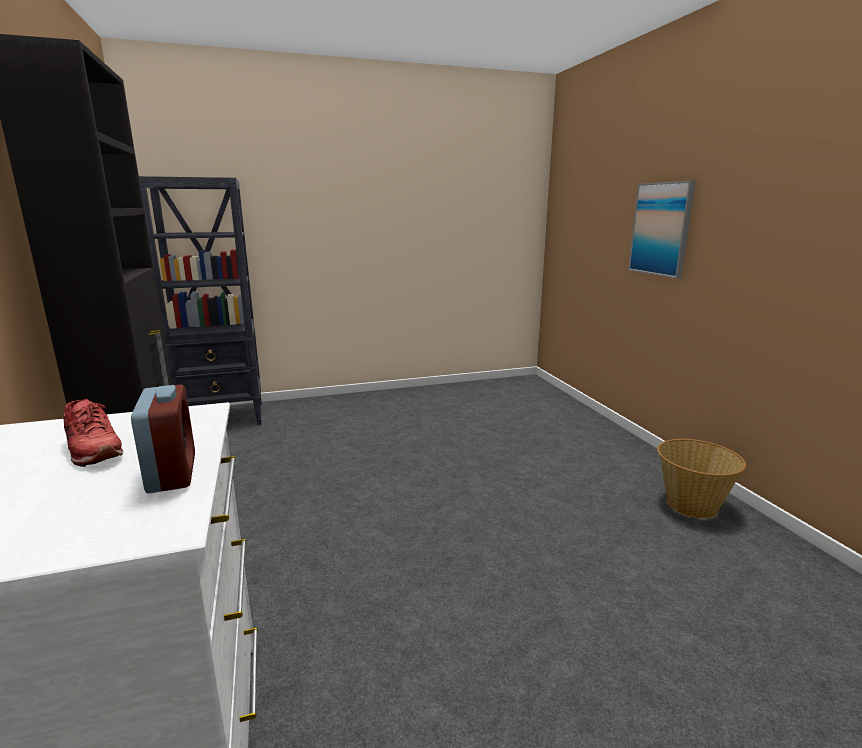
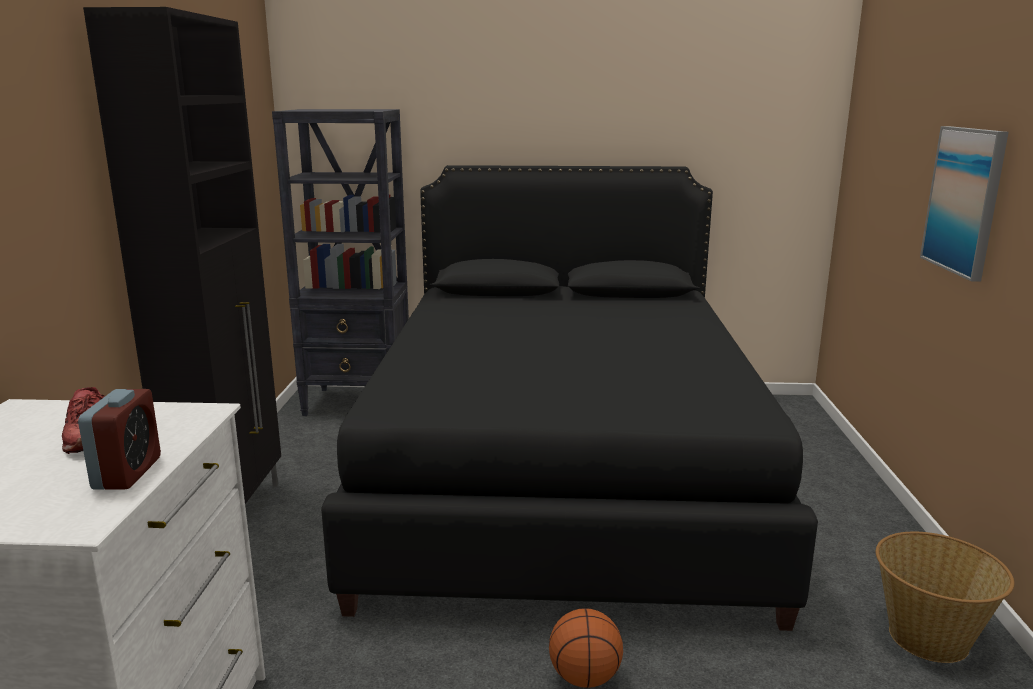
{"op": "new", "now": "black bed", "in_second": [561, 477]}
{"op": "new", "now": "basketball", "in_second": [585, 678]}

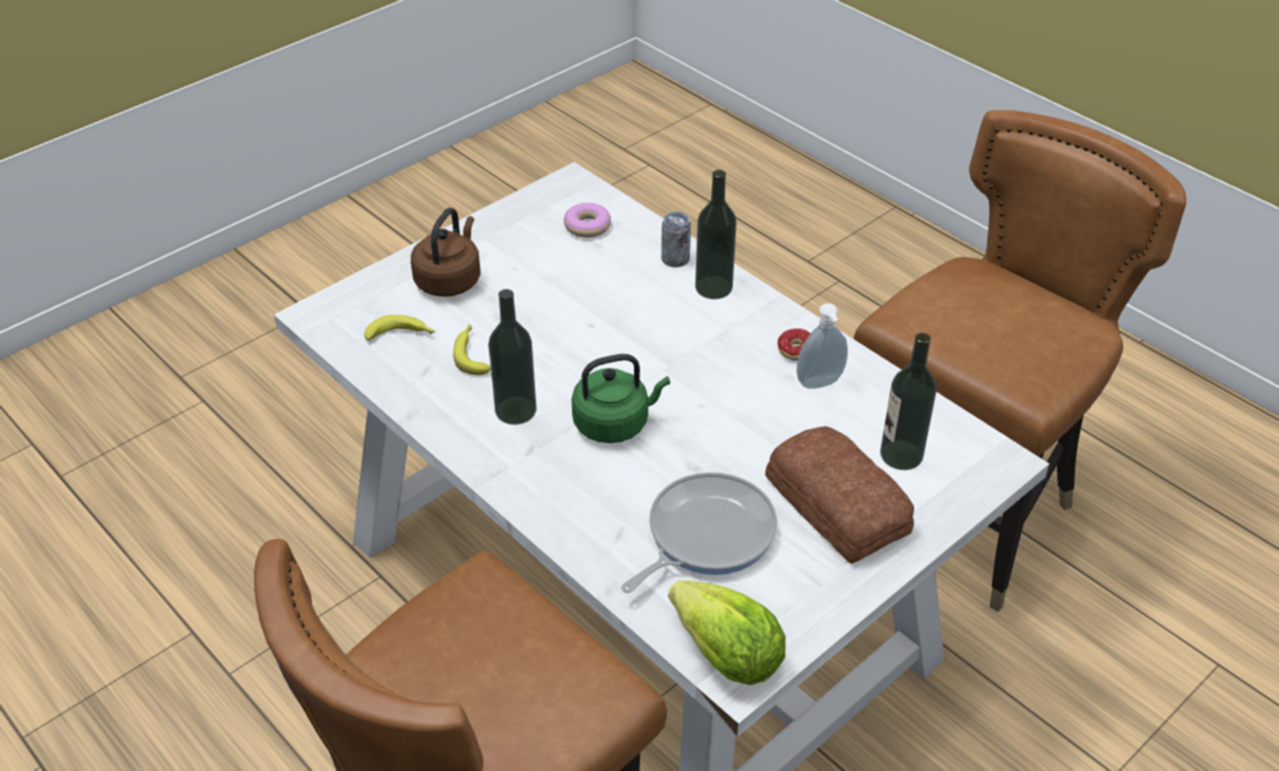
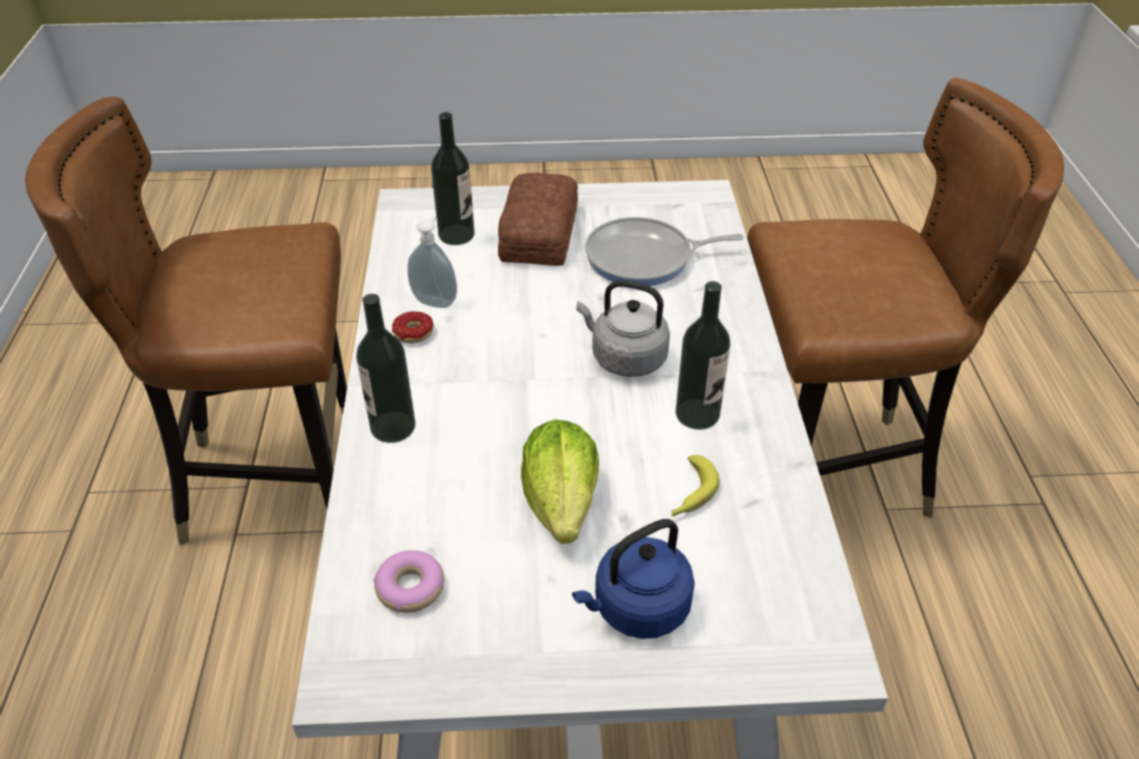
{"op": "shifted", "was": "lettuce", "in_first": [726, 656], "in_second": [561, 503]}
{"op": "repainted", "was": "brown kettle", "now": "blue kettle", "in_first": [450, 280], "in_second": [637, 609]}
{"op": "repainted", "was": "green kettle", "now": "grey kettle", "in_first": [615, 423], "in_second": [625, 358]}
{"op": "gone", "was": "banana", "in_first": [402, 335]}
{"op": "gone", "was": "can", "in_first": [675, 259]}

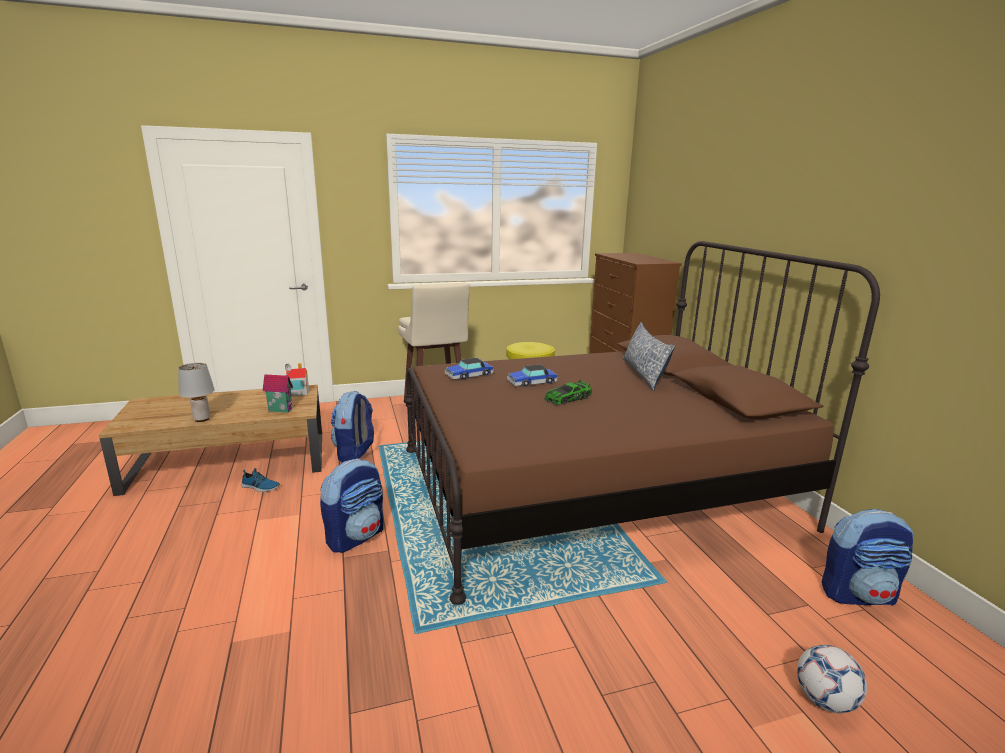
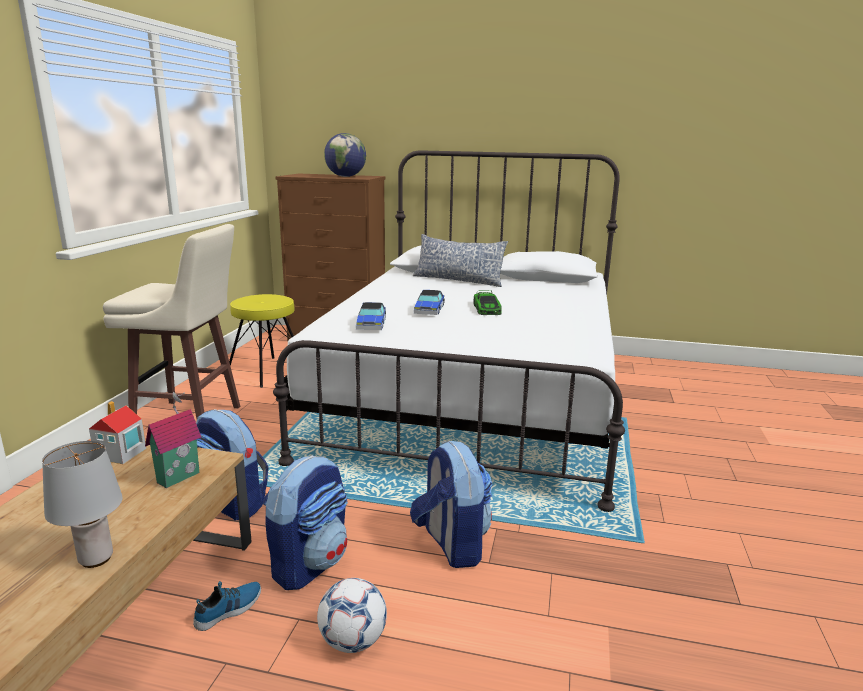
{"op": "shifted", "was": "backpack", "in_first": [858, 594], "in_second": [310, 564]}
{"op": "repainted", "was": "brown bed", "now": "white bed", "in_first": [592, 486], "in_second": [473, 399]}
{"op": "shifted", "was": "football", "in_first": [824, 700], "in_second": [353, 641]}
{"op": "new", "now": "globe", "in_second": [345, 176]}

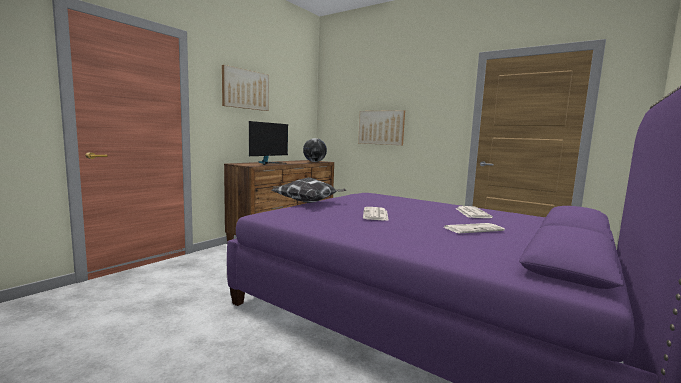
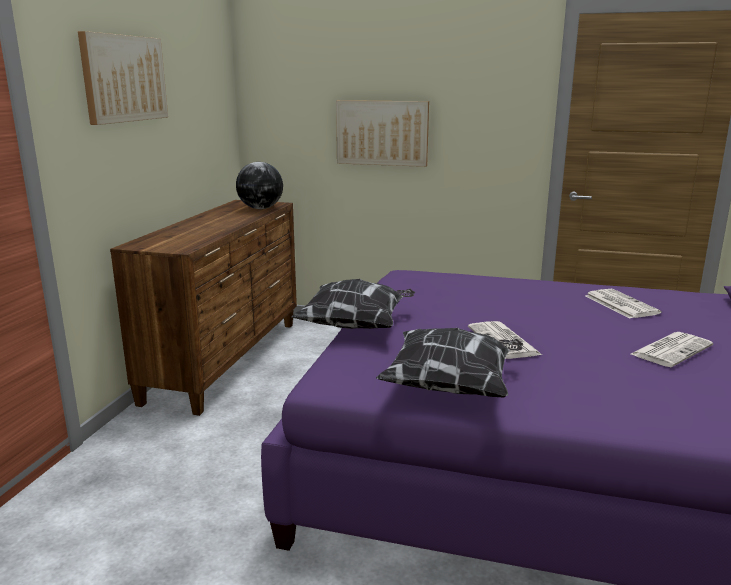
{"op": "new", "now": "pillow", "in_second": [452, 386]}
{"op": "gone", "was": "monitor", "in_first": [268, 163]}

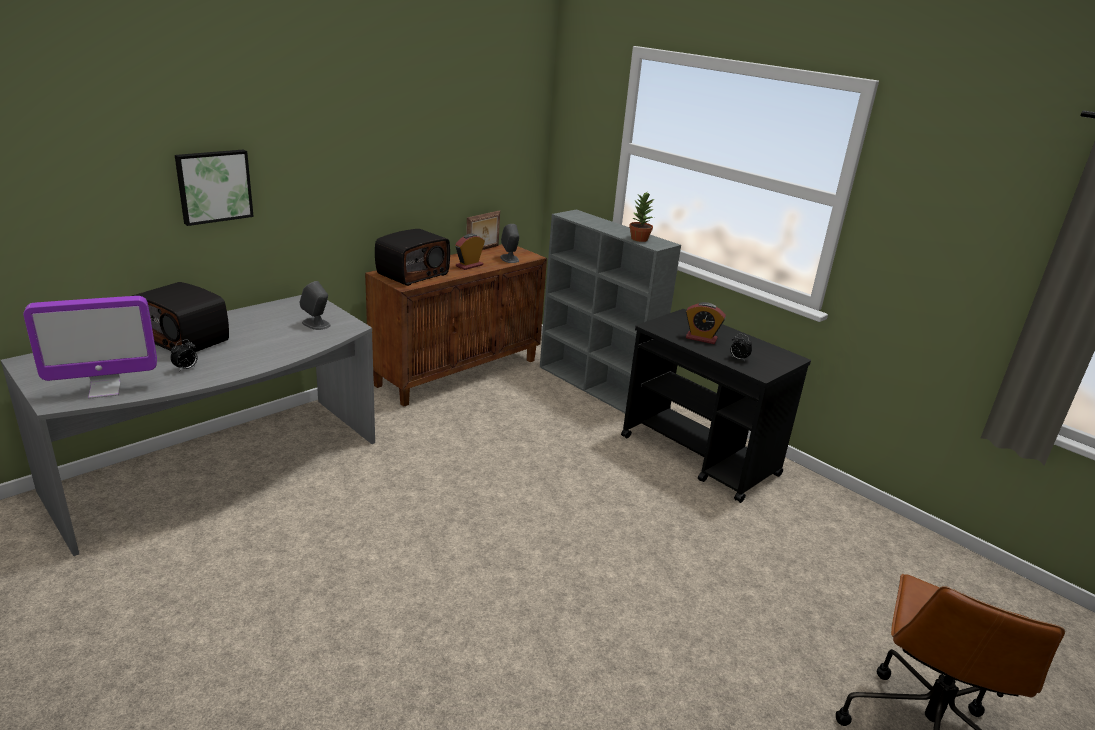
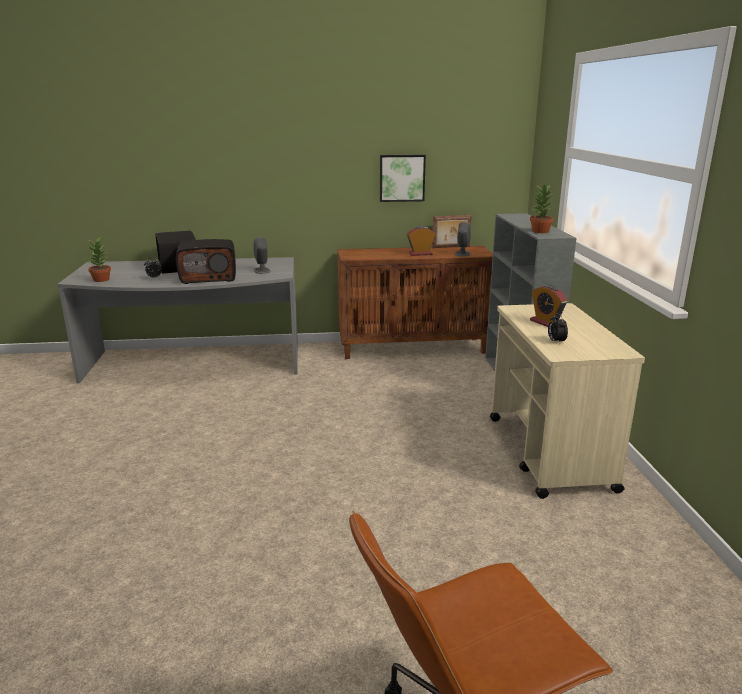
{"op": "swapped", "was": "monitor", "now": "potted plant", "in_first": [105, 390], "in_second": [102, 280]}
{"op": "shifted", "was": "radio", "in_first": [412, 274], "in_second": [209, 277]}
{"op": "shifted", "was": "picture", "in_first": [214, 186], "in_second": [402, 178]}
{"op": "repainted", "was": "black cart", "now": "beige cart", "in_first": [700, 456], "in_second": [549, 453]}

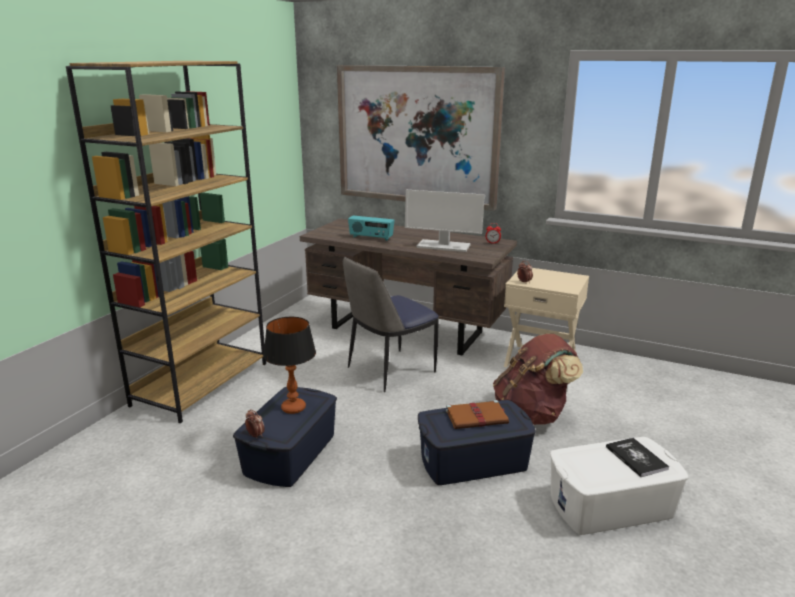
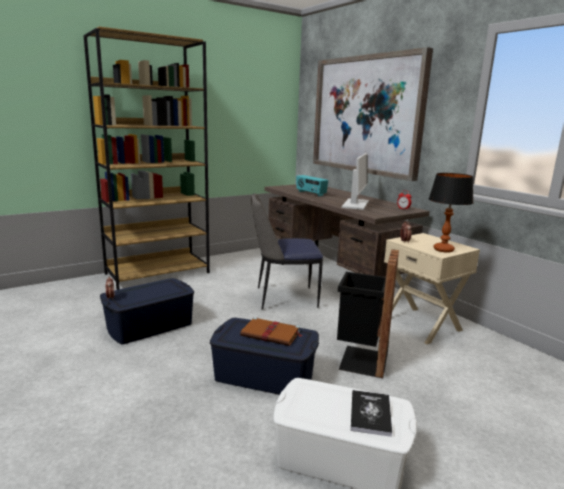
{"op": "swapped", "was": "brown backpack", "now": "black trash can", "in_first": [532, 415], "in_second": [360, 360]}
{"op": "rotated", "was": "monitor", "in_first": [443, 246], "in_second": [355, 204], "clockwise": -120}
{"op": "shifted", "was": "table lamp", "in_first": [293, 408], "in_second": [443, 250]}

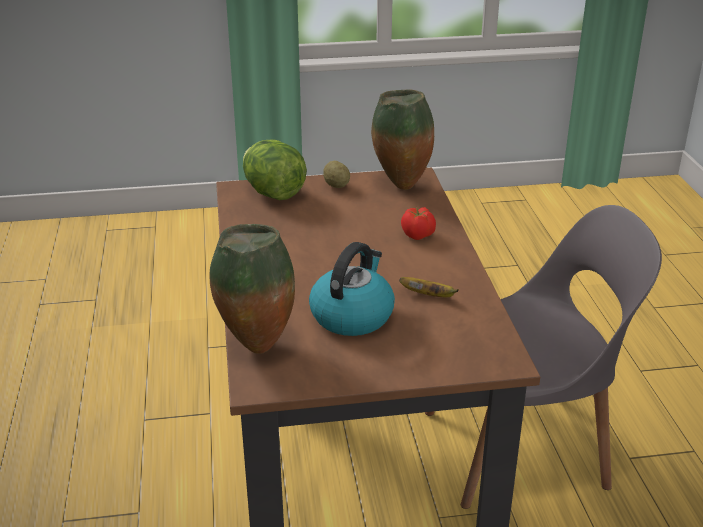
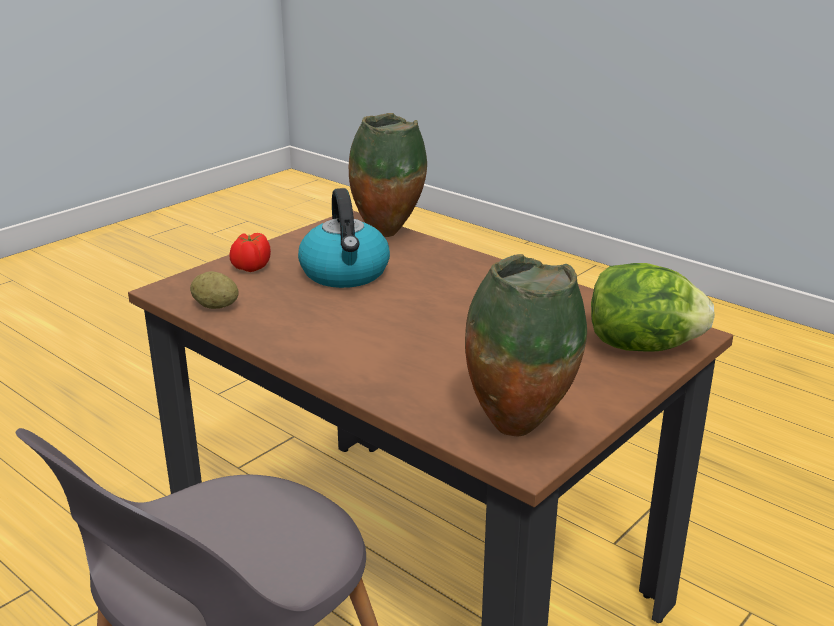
{"op": "shifted", "was": "potato", "in_first": [336, 185], "in_second": [216, 307]}
{"op": "shifted", "was": "tomato", "in_first": [418, 235], "in_second": [251, 268]}
{"op": "gone", "was": "banana", "in_first": [429, 296]}

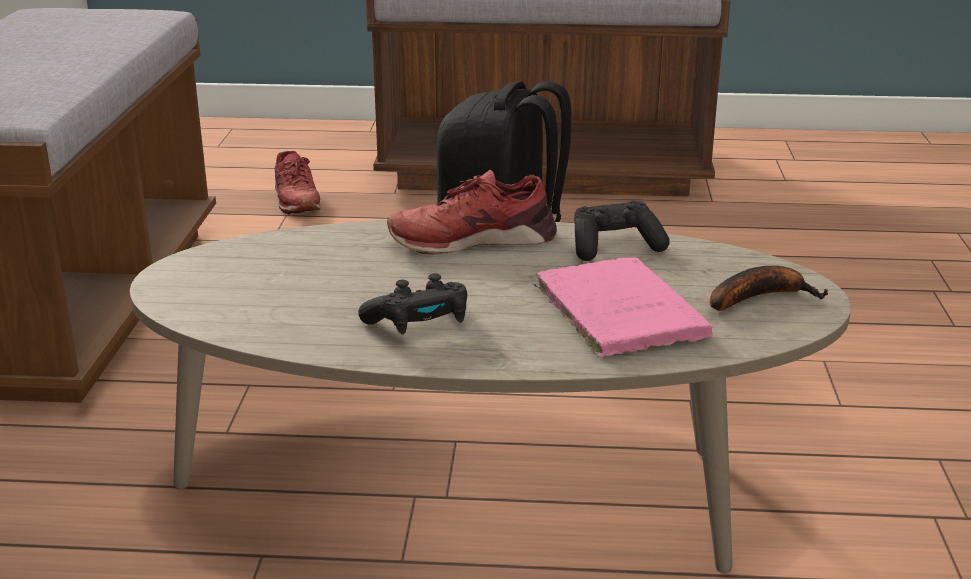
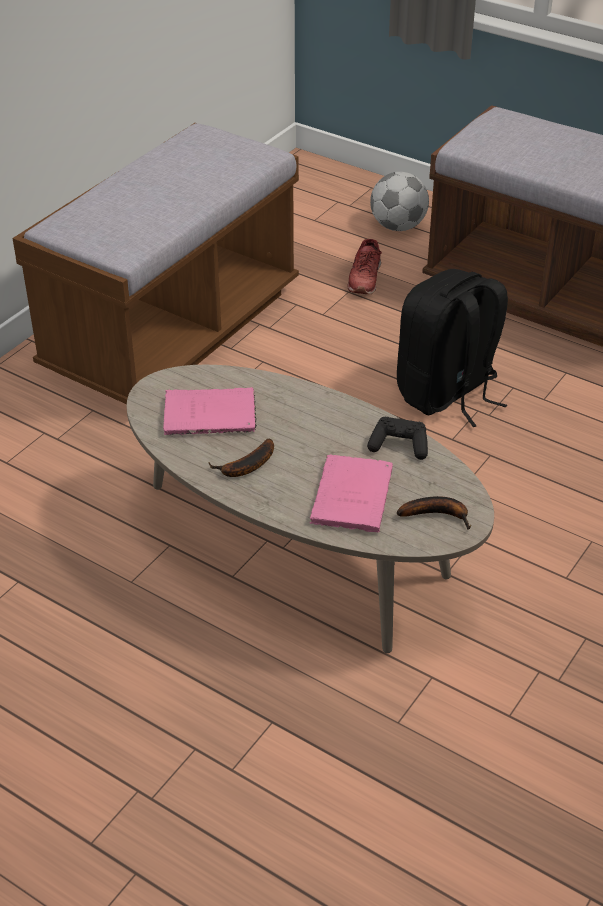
{"op": "new", "now": "pink book", "in_second": [213, 415]}
{"op": "swapped", "was": "black game controller", "now": "banana", "in_first": [419, 324], "in_second": [246, 467]}
{"op": "new", "now": "football", "in_second": [398, 226]}
{"op": "gone", "was": "red shoe", "in_first": [472, 239]}

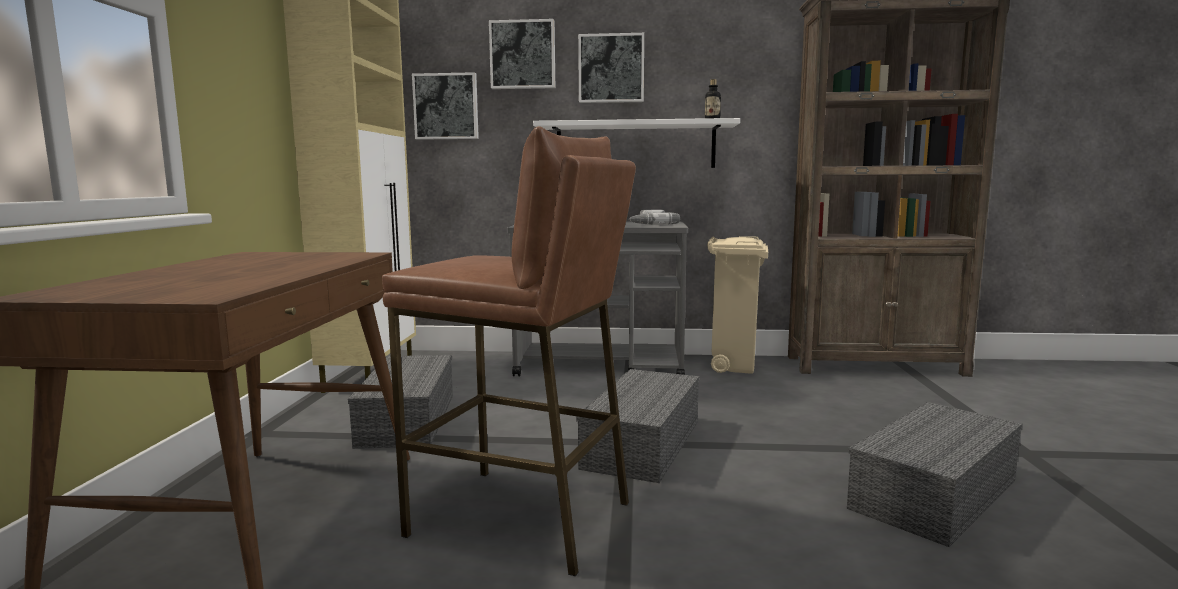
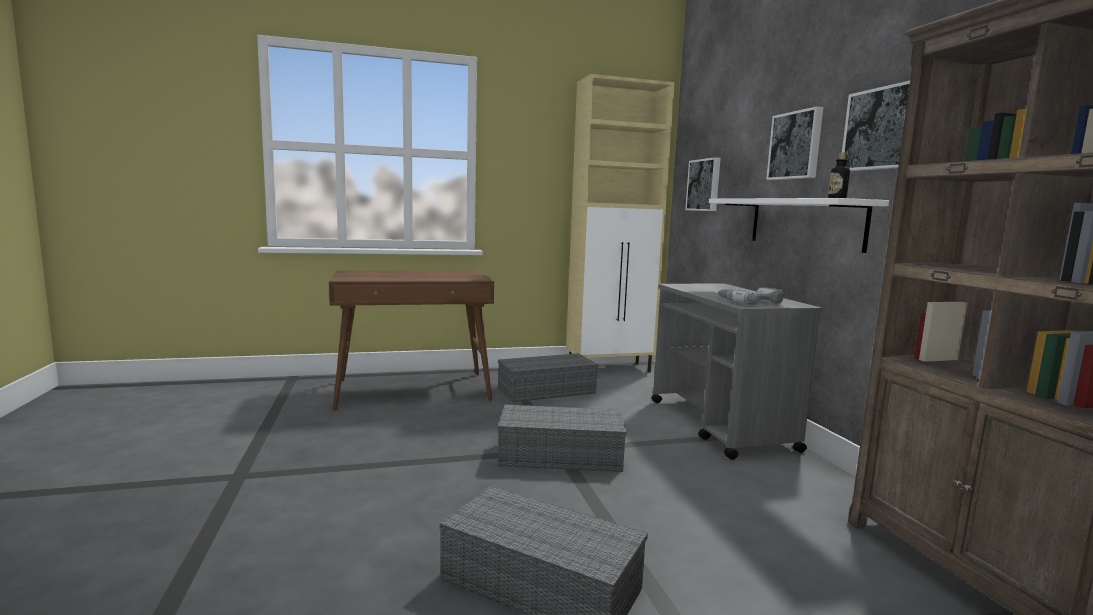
{"op": "shifted", "was": "picture", "in_first": [523, 55], "in_second": [881, 129]}
{"op": "gone", "was": "brown stool", "in_first": [521, 518]}
{"op": "gone", "was": "beige trash can", "in_first": [734, 366]}

